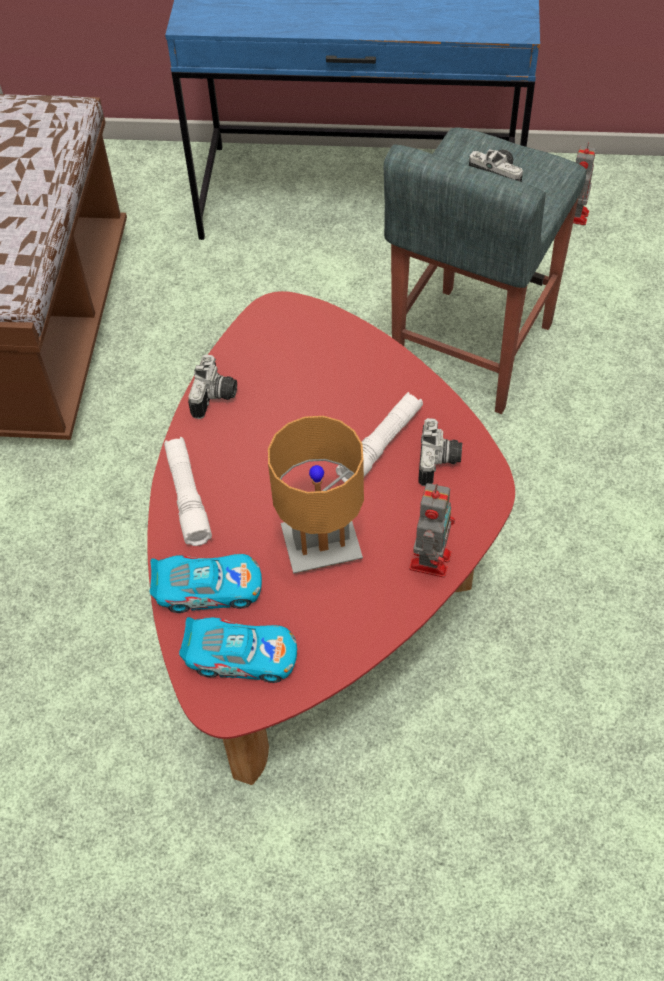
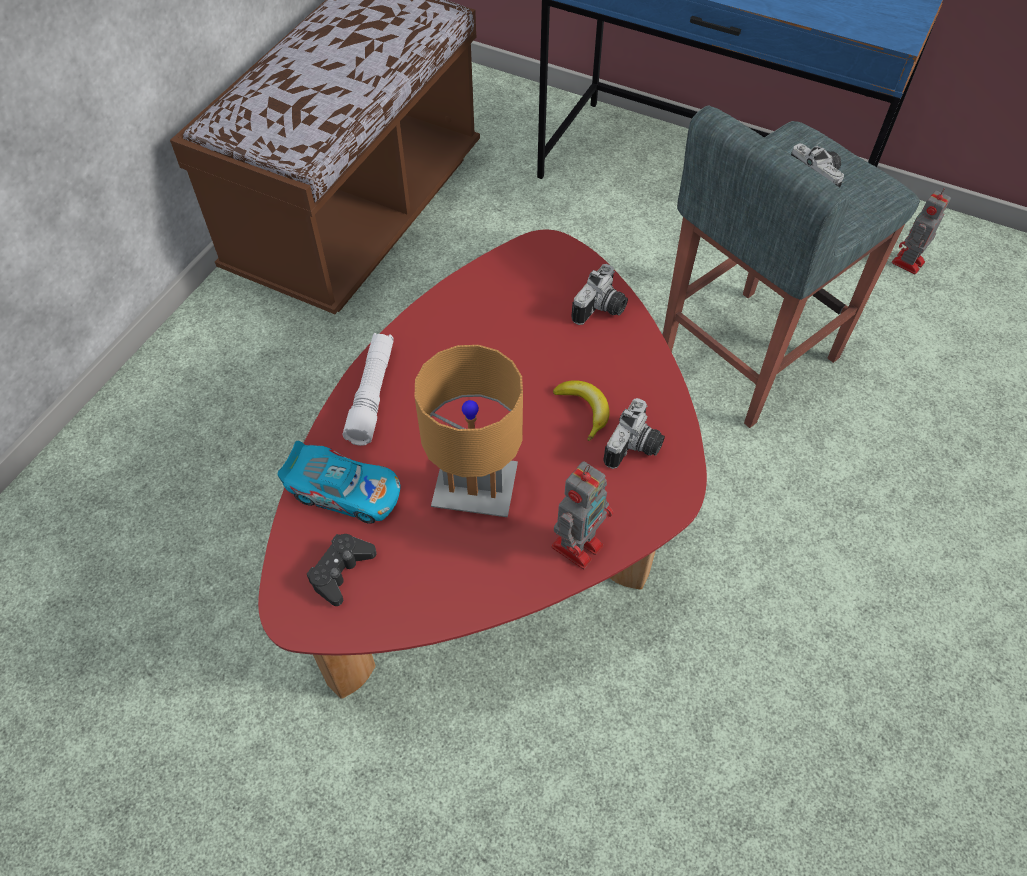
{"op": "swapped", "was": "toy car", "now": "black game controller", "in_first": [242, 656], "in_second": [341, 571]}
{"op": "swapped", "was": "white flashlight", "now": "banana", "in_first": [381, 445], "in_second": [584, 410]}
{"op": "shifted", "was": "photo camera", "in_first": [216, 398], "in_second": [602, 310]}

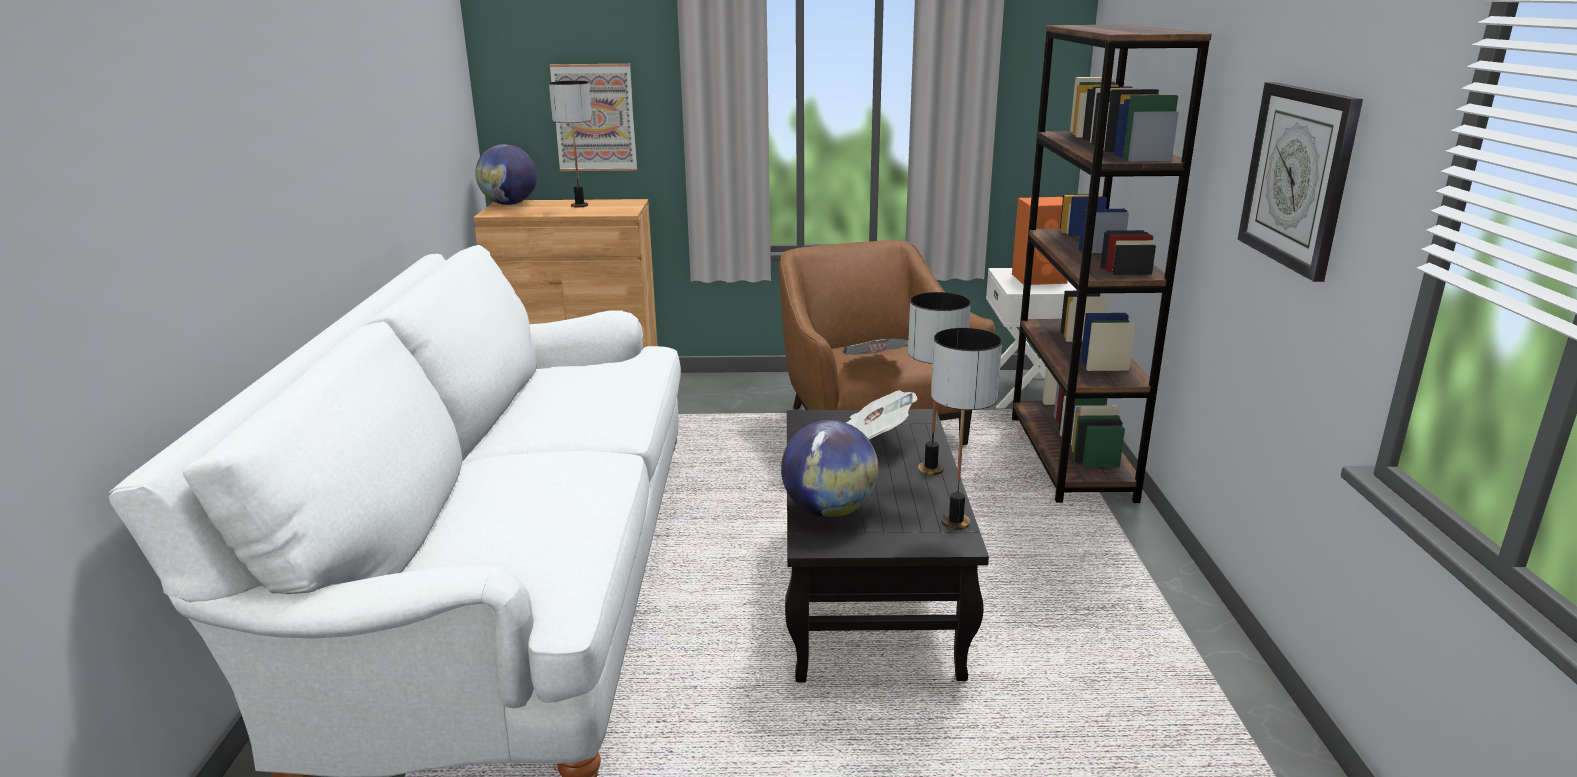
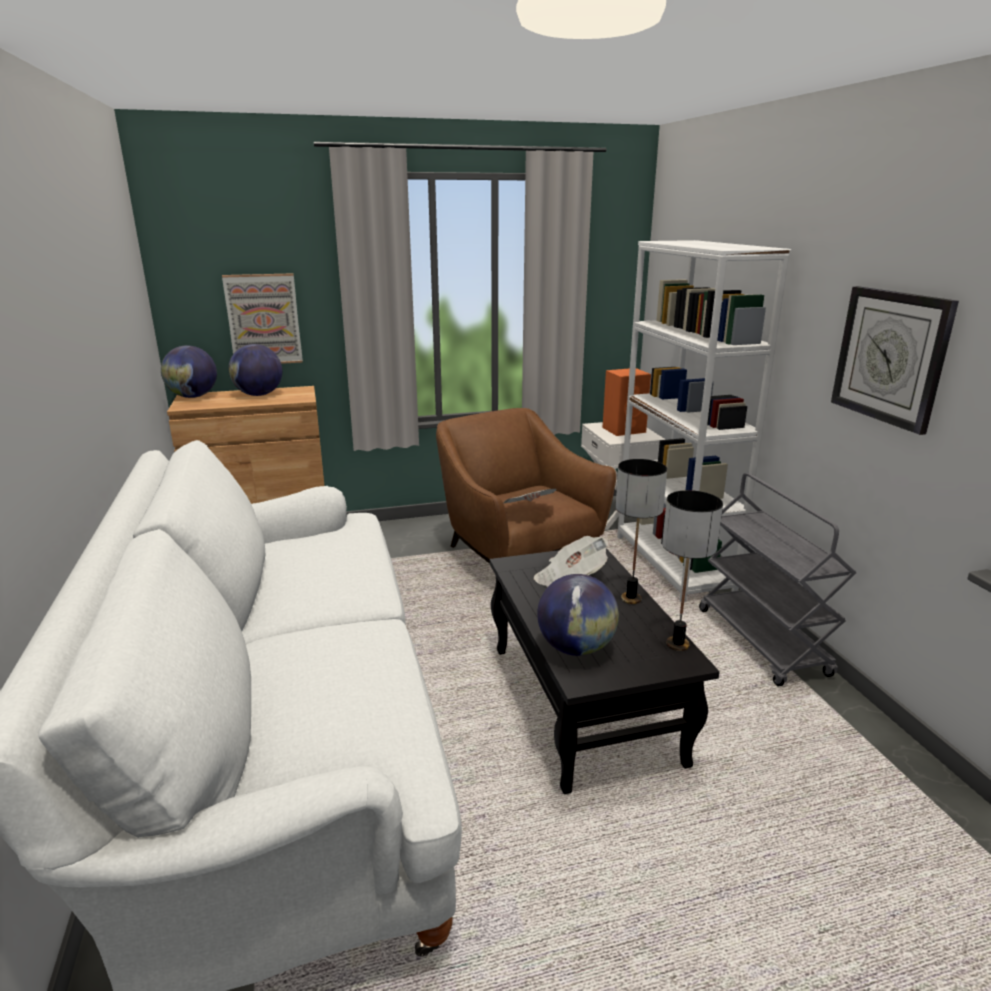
{"op": "swapped", "was": "table lamp", "now": "globe", "in_first": [580, 205], "in_second": [259, 395]}
{"op": "repainted", "was": "brown bookcase", "now": "white bookcase", "in_first": [1070, 457], "in_second": [673, 564]}
{"op": "new", "now": "grey cart", "in_second": [763, 642]}

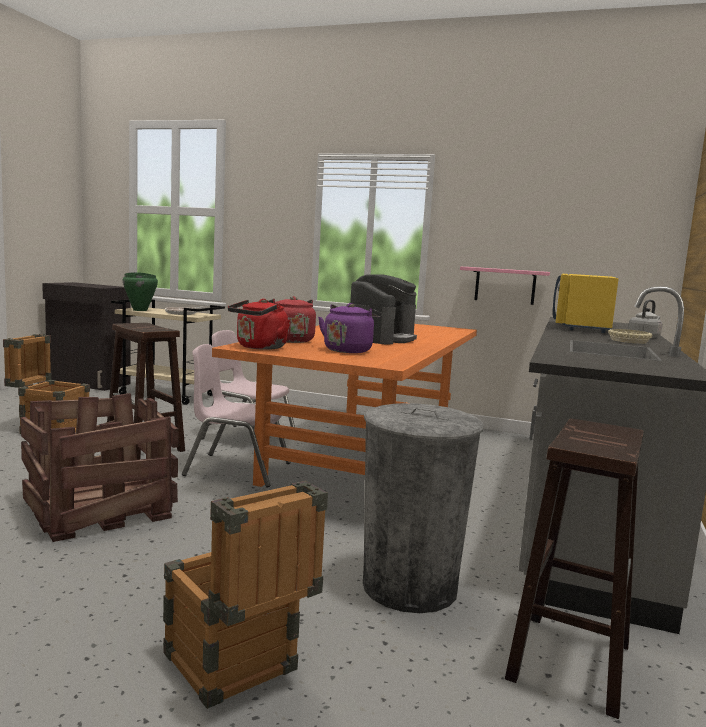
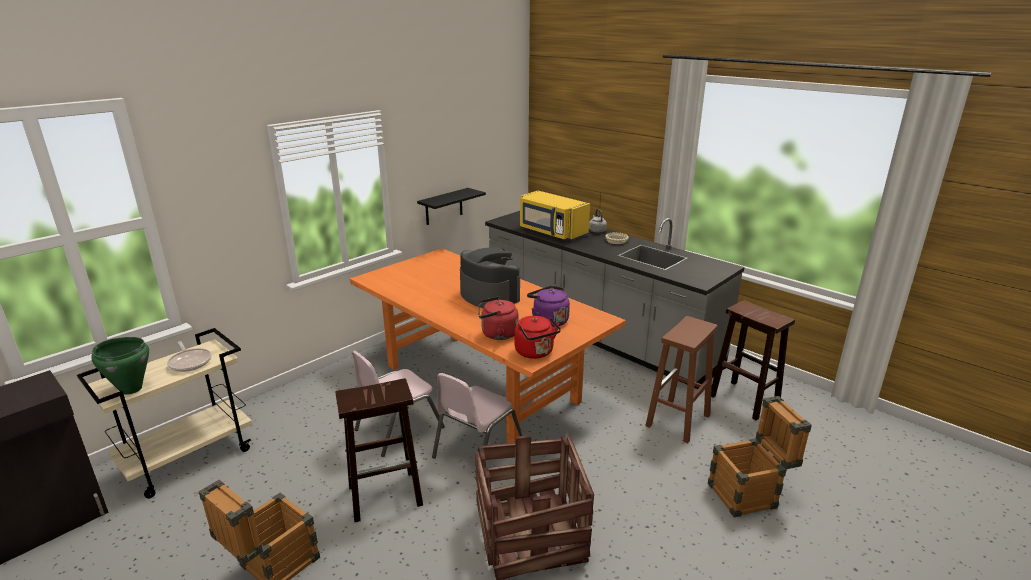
{"op": "repainted", "was": "pink shelf", "now": "black shelf", "in_first": [505, 285], "in_second": [444, 206]}
{"op": "swapped", "was": "grey trash can", "now": "brown stool", "in_first": [409, 586], "in_second": [677, 421]}

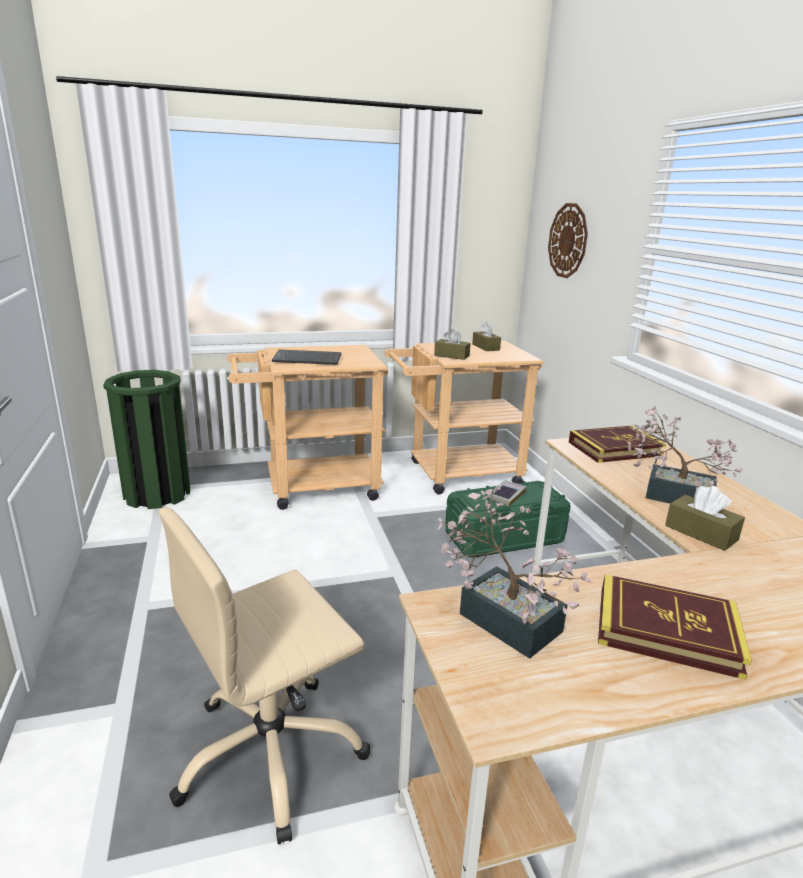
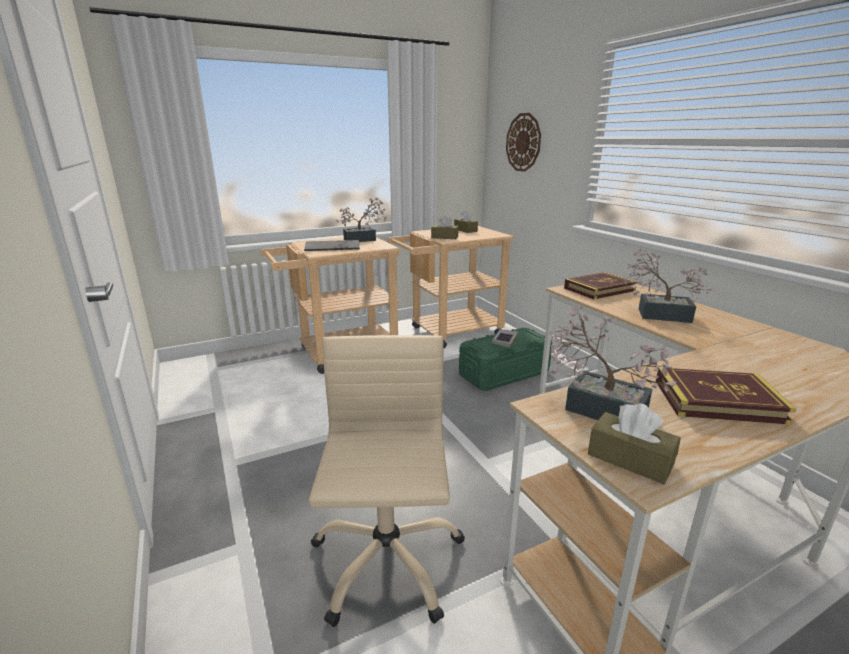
{"op": "rotated", "was": "beige office chair", "in_first": [271, 754], "in_second": [386, 560], "clockwise": 135}
{"op": "new", "now": "potted plant", "in_second": [363, 239]}
{"op": "shifted", "was": "brown tissue box", "in_first": [701, 533], "in_second": [630, 459]}
{"op": "gone", "was": "green trash can", "in_first": [157, 494]}

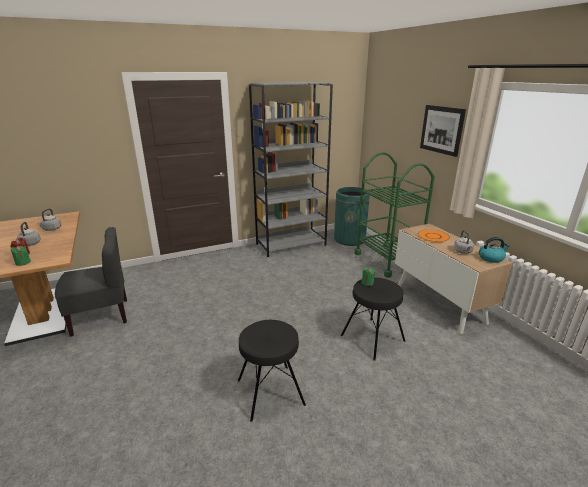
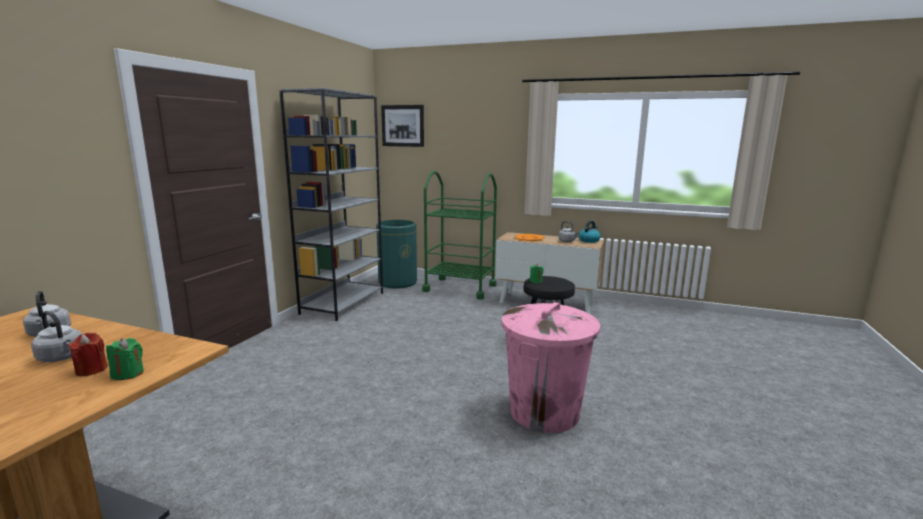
{"op": "shifted", "was": "picture", "in_first": [441, 130], "in_second": [402, 125]}
{"op": "swapped", "was": "black stool", "now": "pink trash can", "in_first": [270, 392], "in_second": [544, 412]}
{"op": "gone", "was": "grey chair", "in_first": [101, 316]}

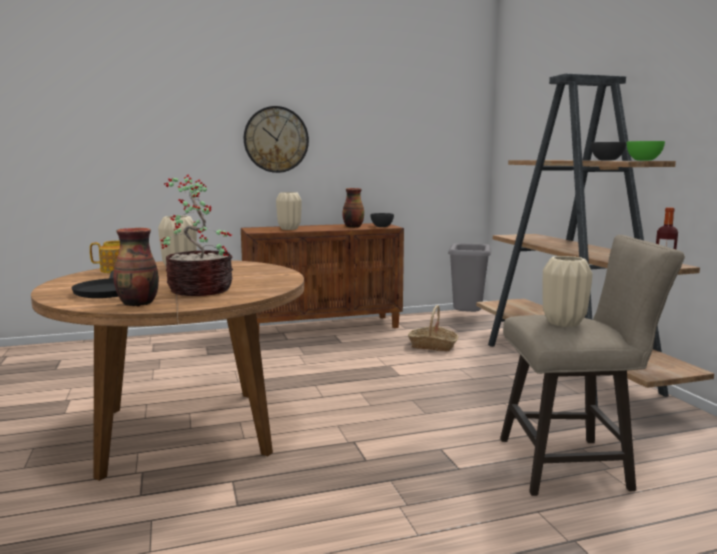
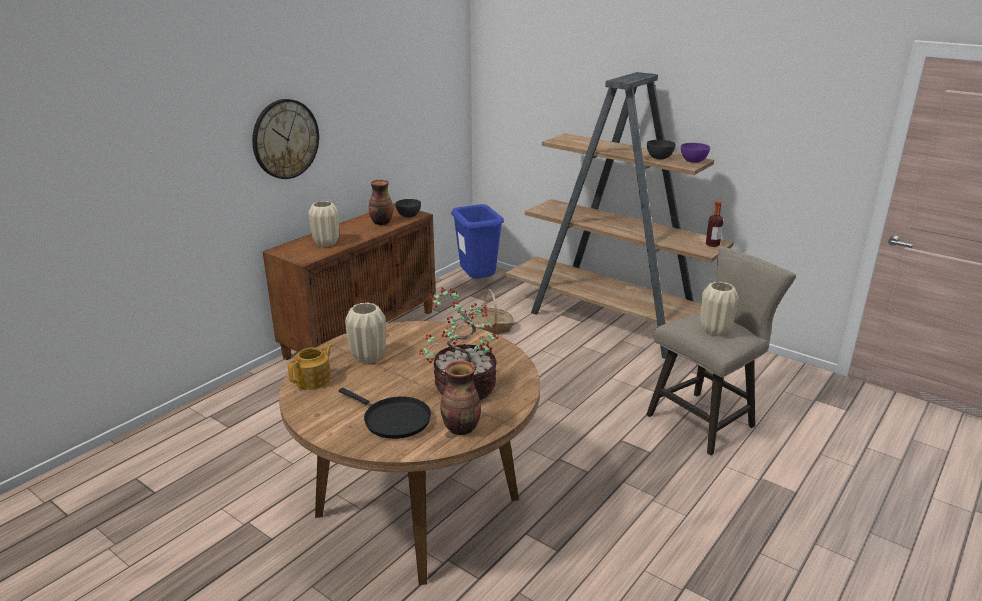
{"op": "repainted", "was": "grey trash can", "now": "blue trash can", "in_first": [467, 319], "in_second": [478, 283]}
{"op": "repainted", "was": "green bowl", "now": "purple bowl", "in_first": [643, 160], "in_second": [693, 161]}

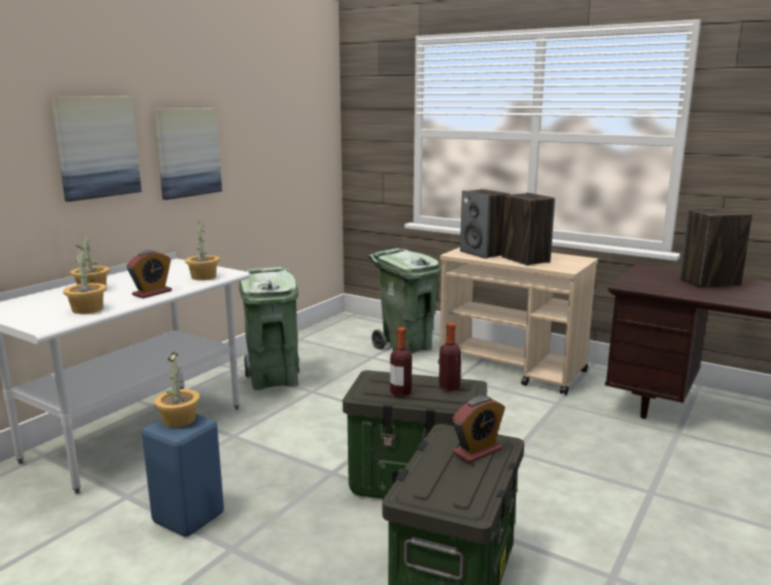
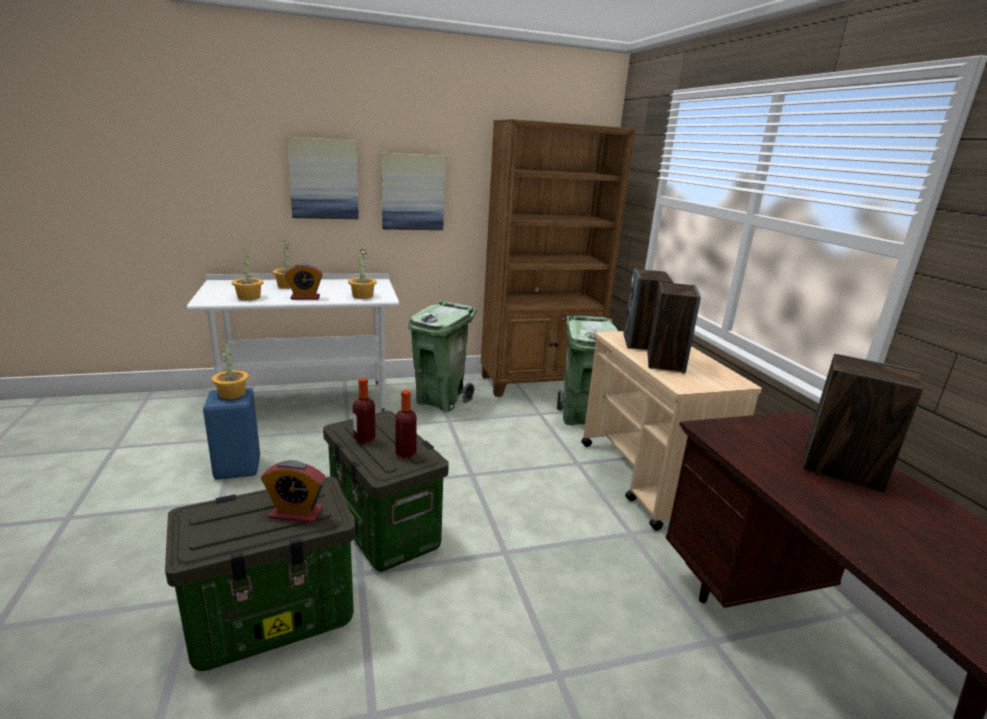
{"op": "new", "now": "brown bookcase", "in_second": [539, 383]}

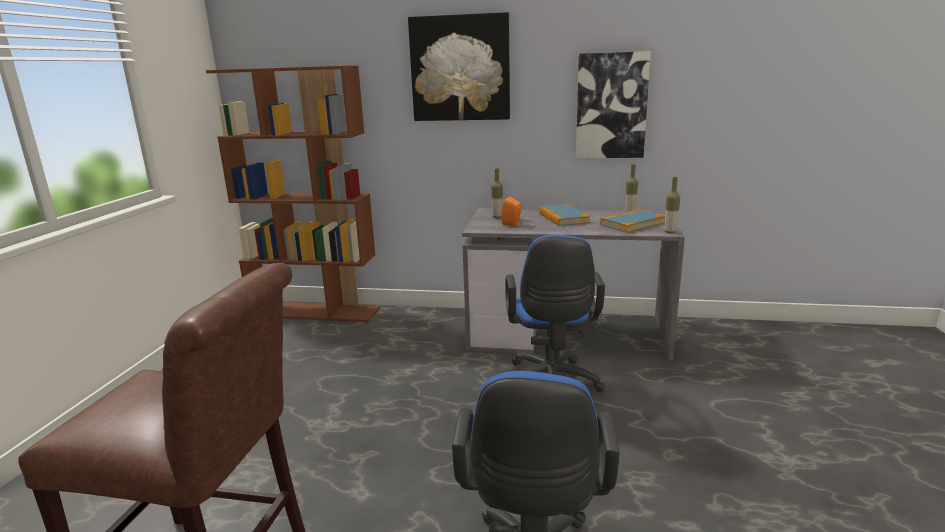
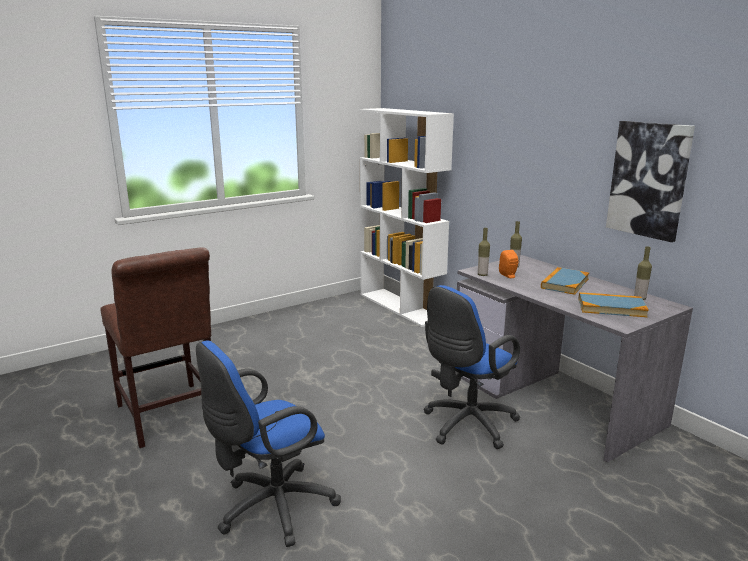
{"op": "repainted", "was": "brown bookcase", "now": "white bookcase", "in_first": [316, 312], "in_second": [401, 307]}
{"op": "shifted", "was": "bottle", "in_first": [670, 232], "in_second": [482, 275]}
{"op": "gone", "was": "picture", "in_first": [460, 68]}

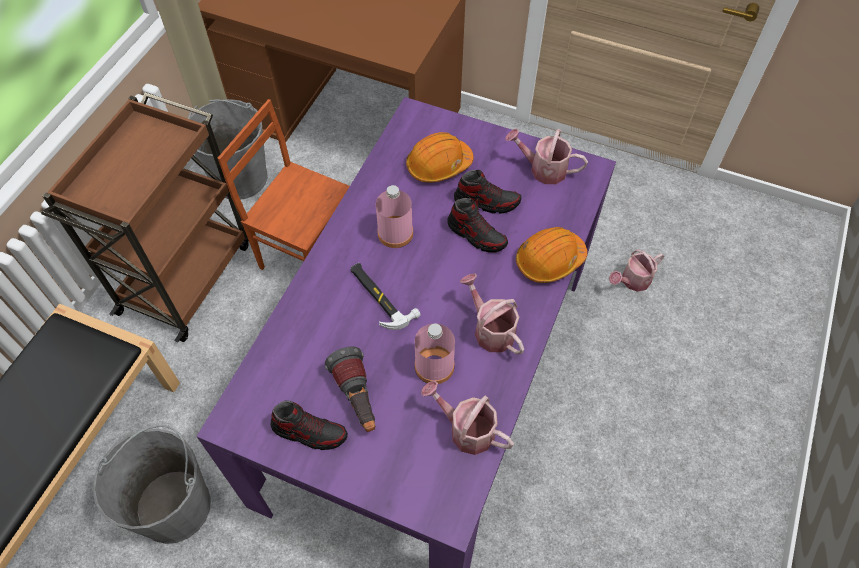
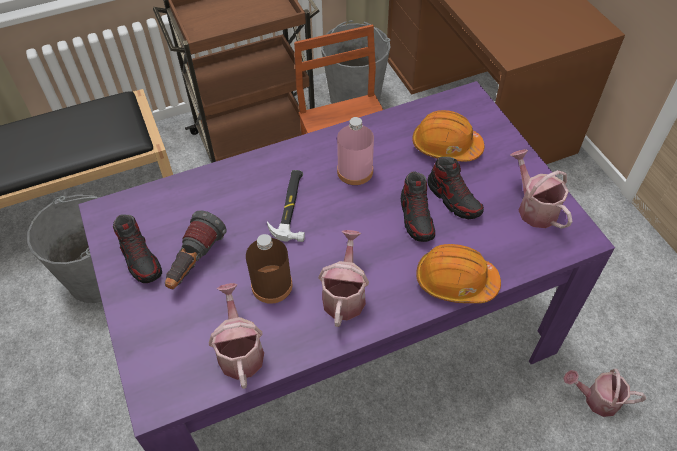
{"op": "repainted", "was": "pink bottle", "now": "brown bottle", "in_first": [434, 366], "in_second": [272, 285]}

